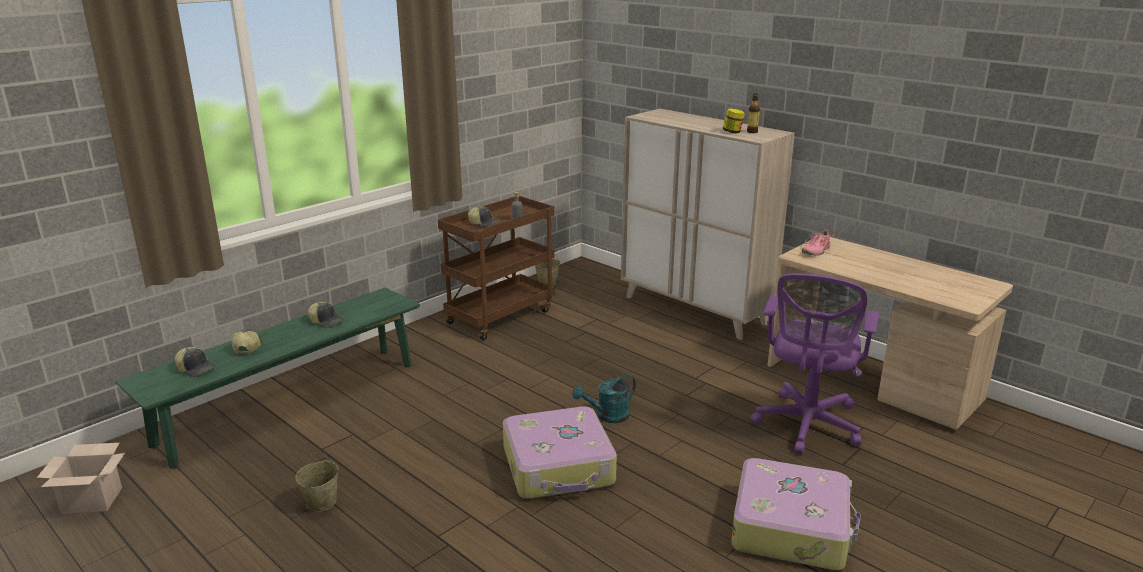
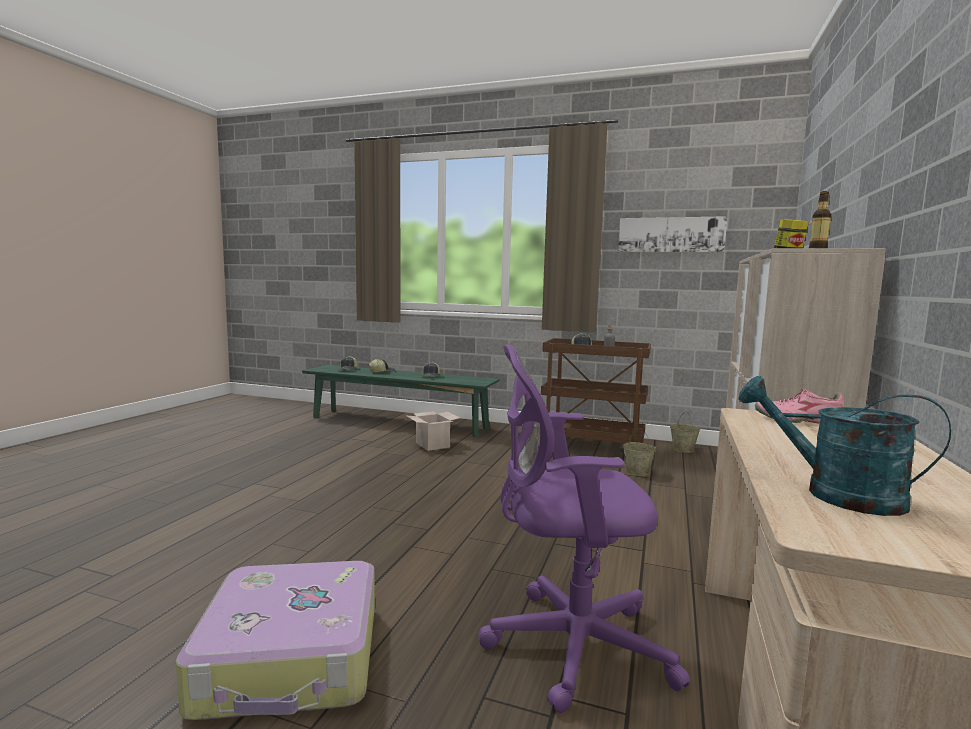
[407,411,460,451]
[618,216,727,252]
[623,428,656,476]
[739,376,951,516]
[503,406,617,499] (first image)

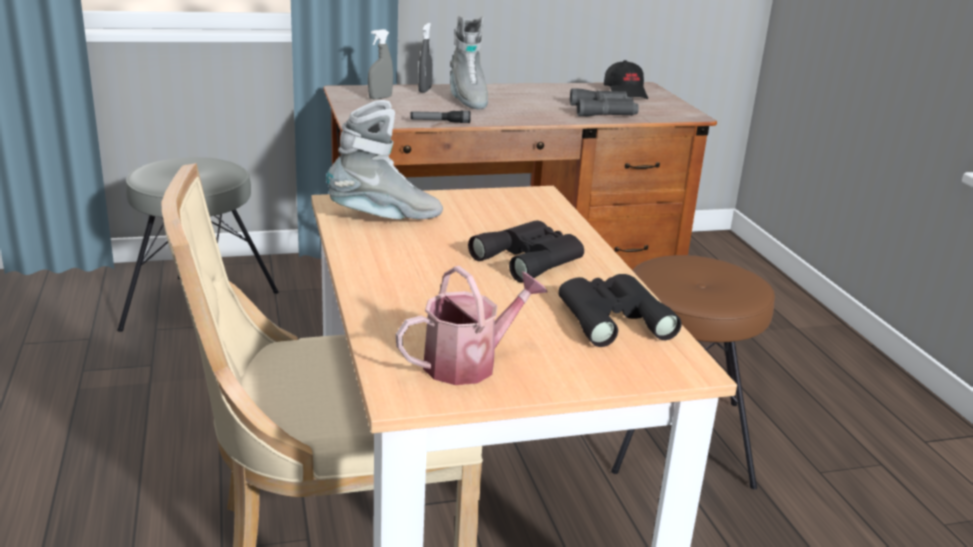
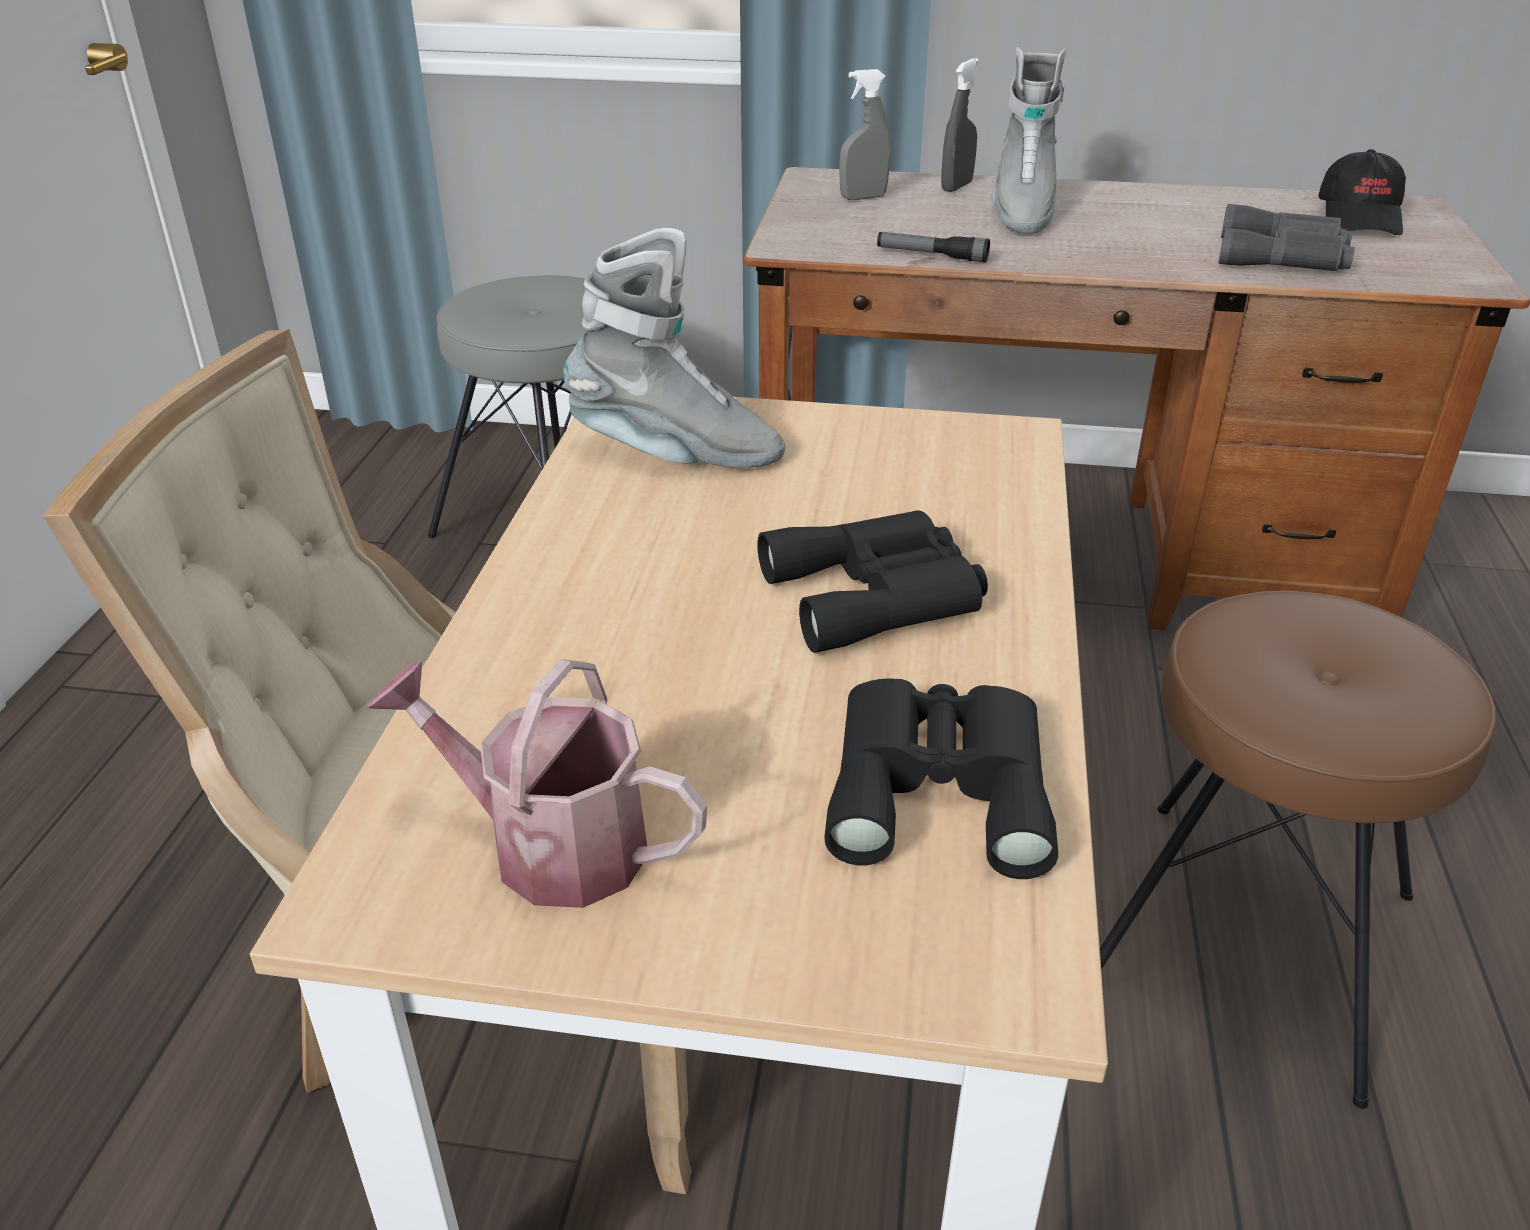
[367,659,707,908]

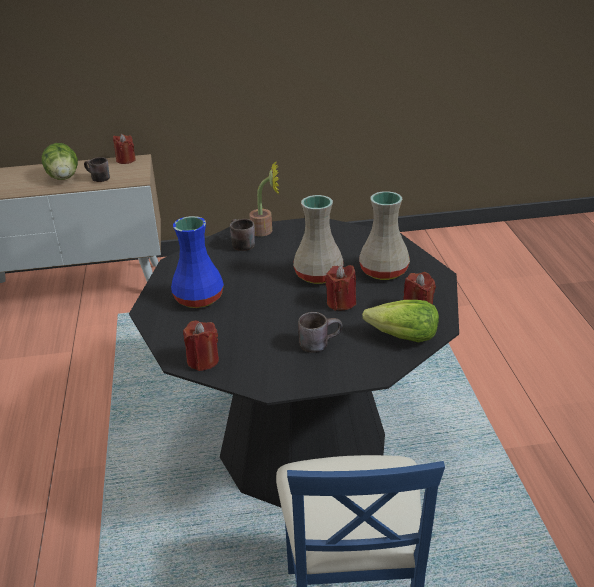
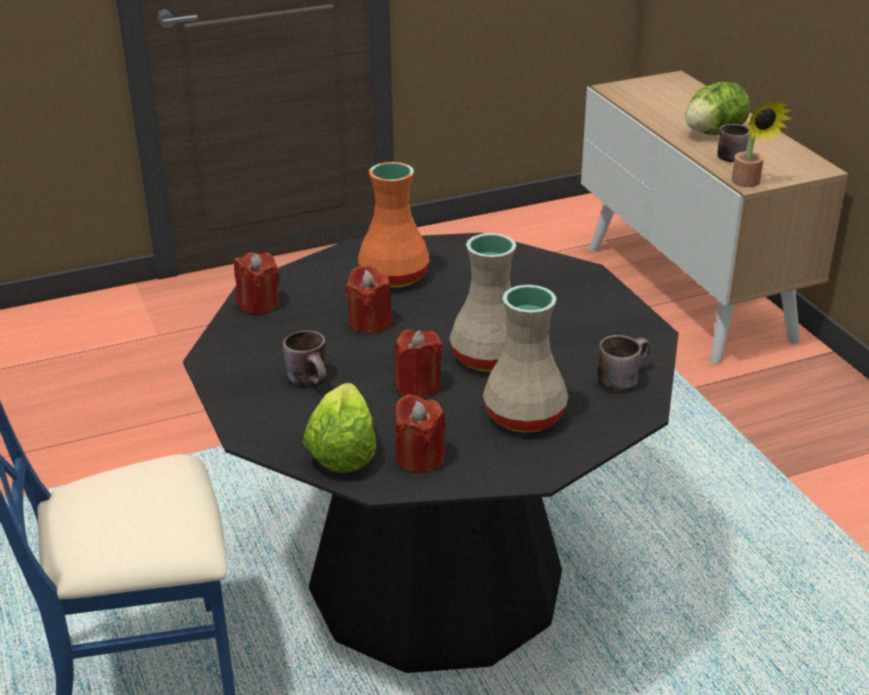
[345,265,392,334]
[358,162,430,288]
[597,335,651,392]
[732,100,791,187]

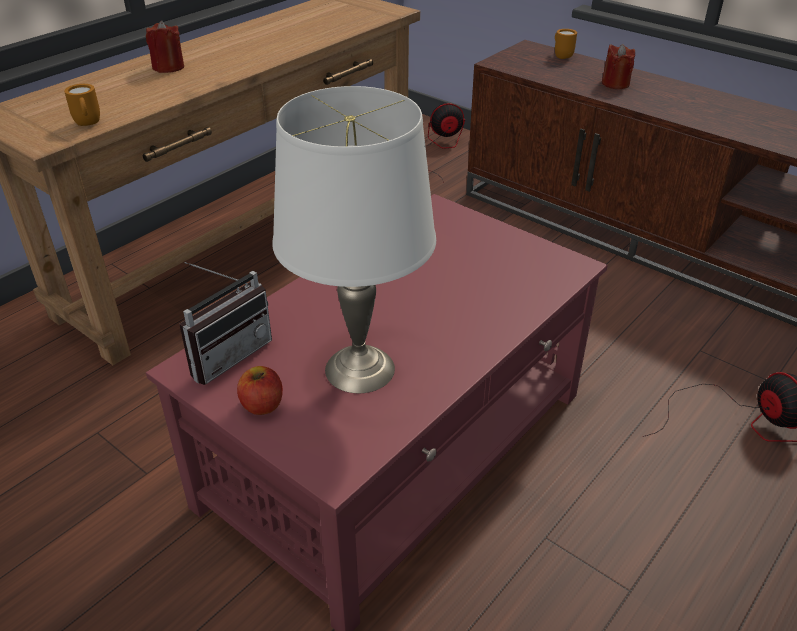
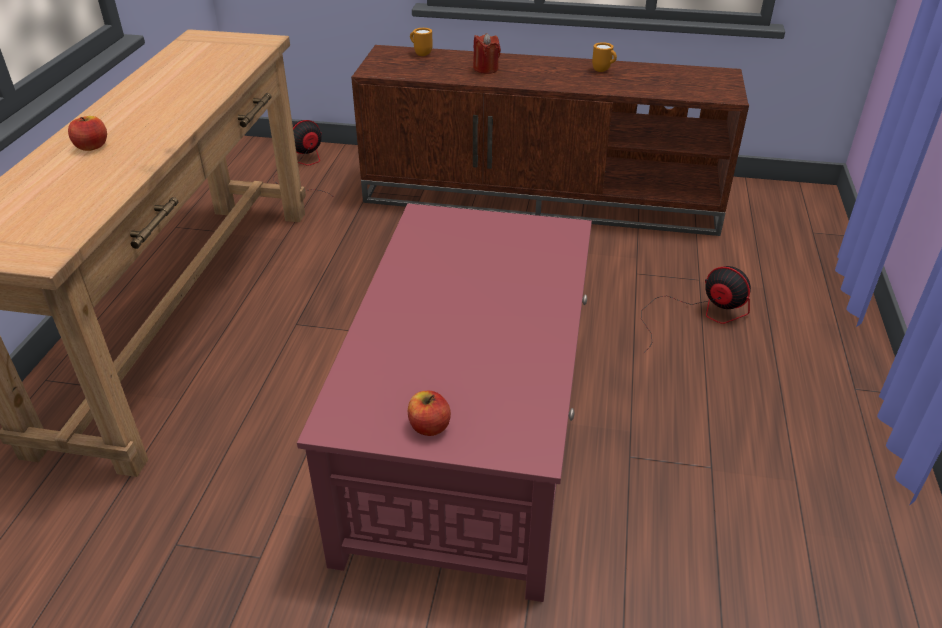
[68,116,107,151]
[592,42,617,72]
[179,262,272,385] (first image)
[272,86,436,393] (first image)

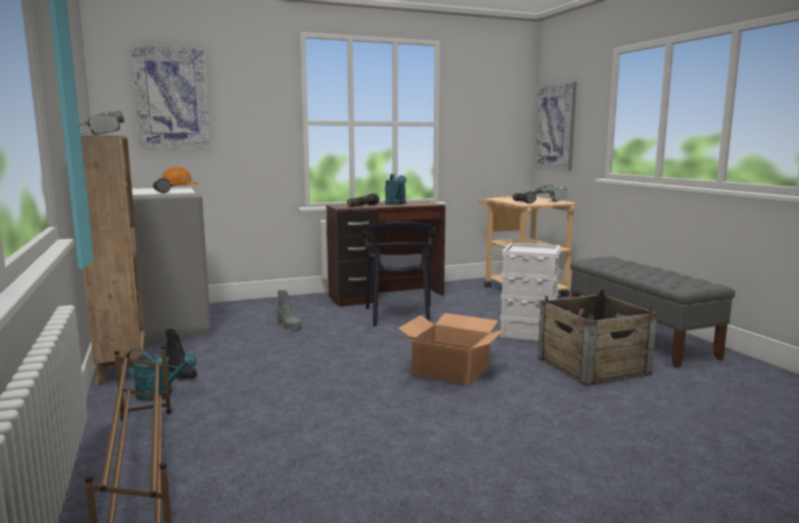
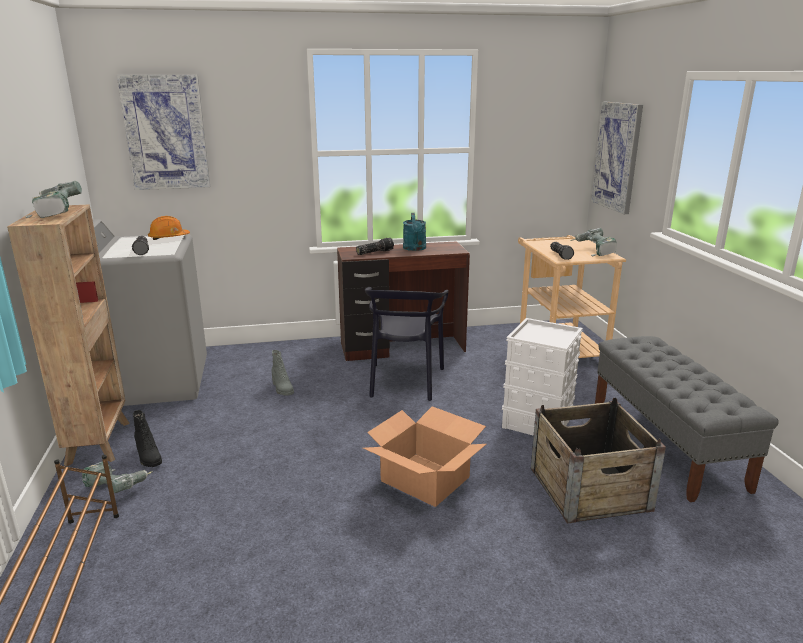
[82,461,153,493]

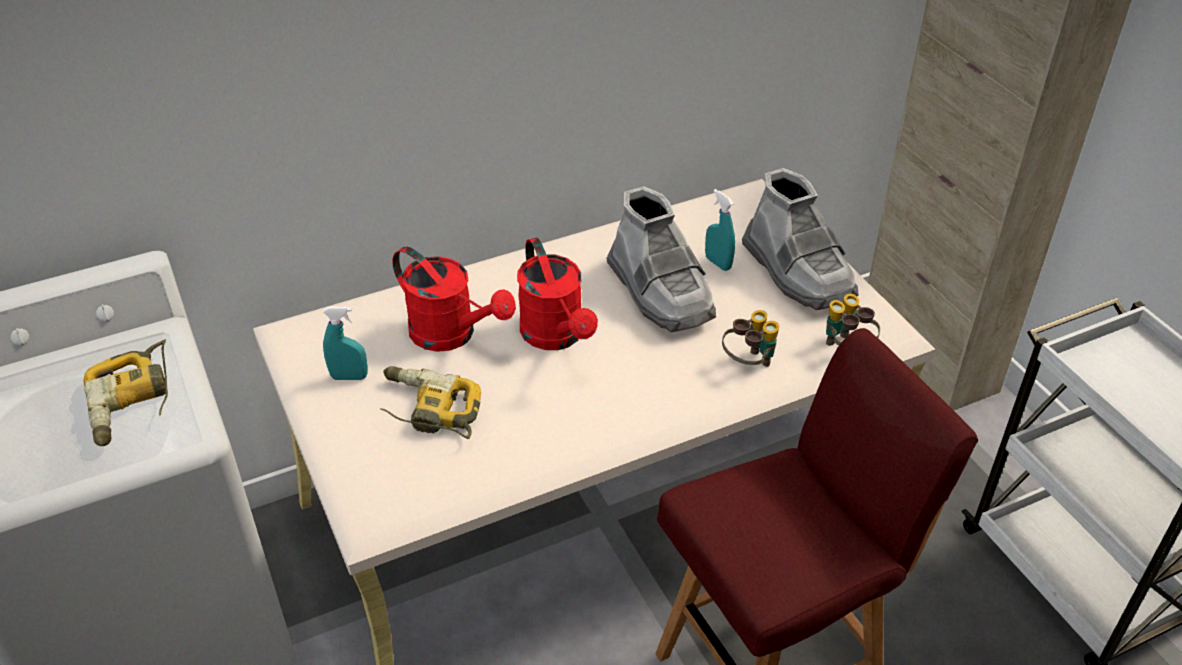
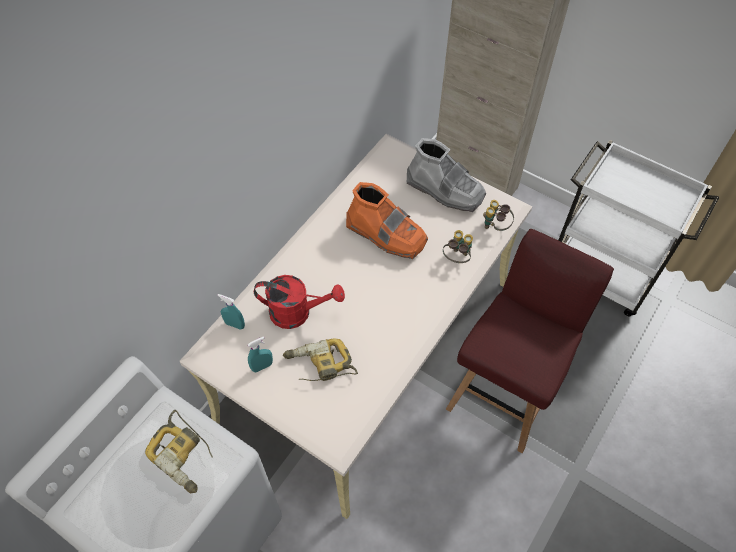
[217,294,245,330]
[346,182,428,259]
[517,238,598,350] (first image)

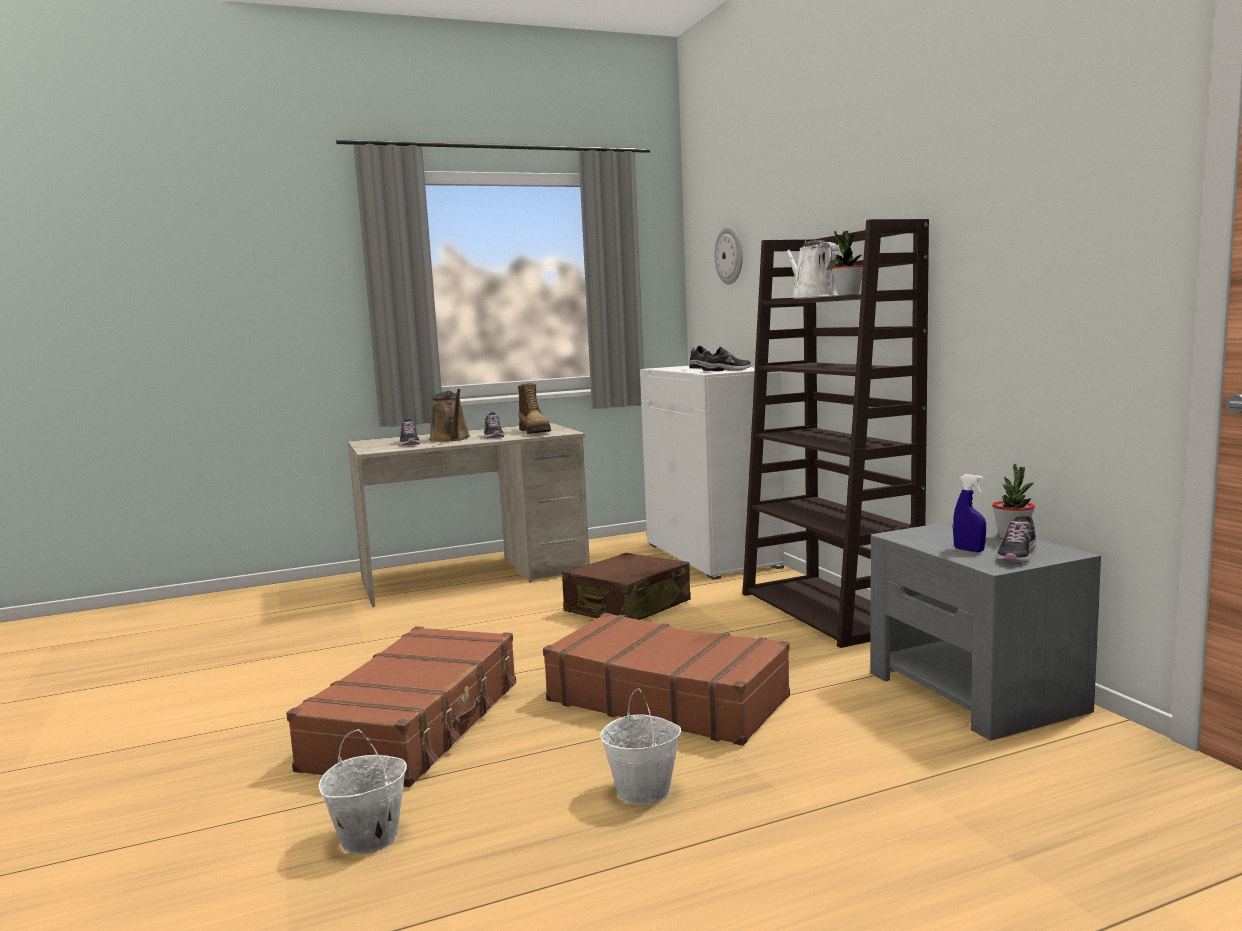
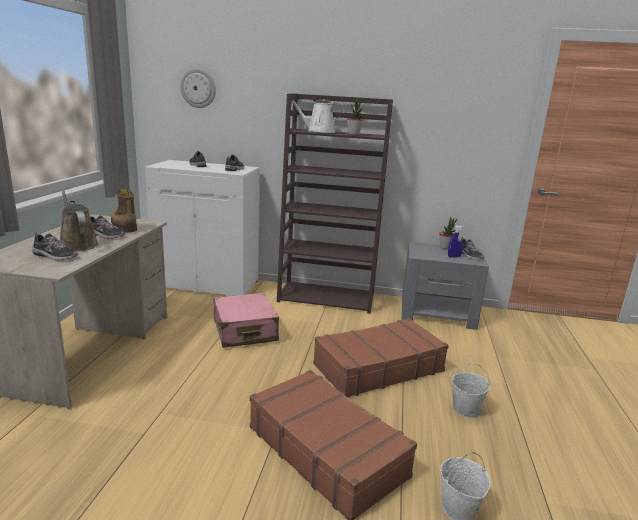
[60,190,99,251]
[111,189,137,233]
[213,293,279,348]

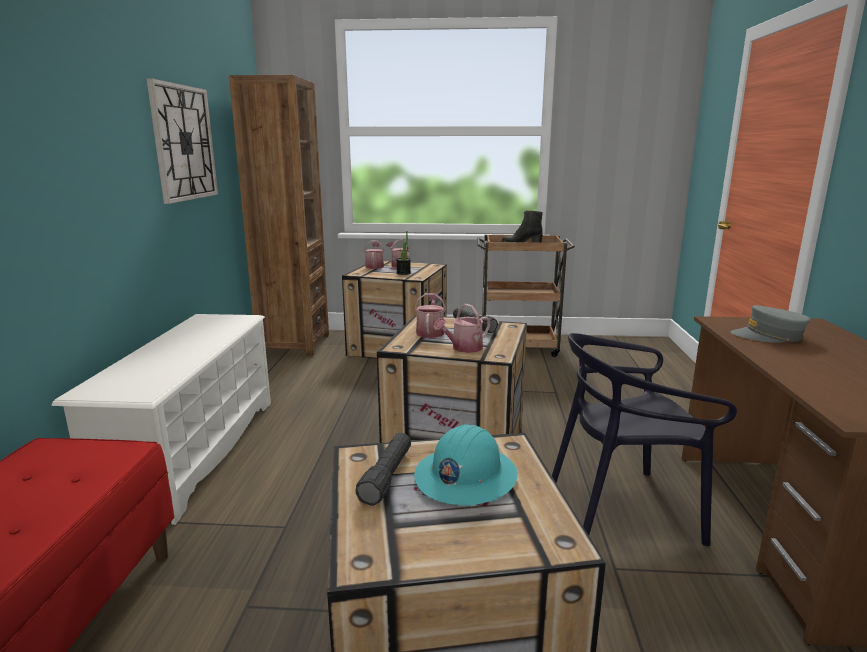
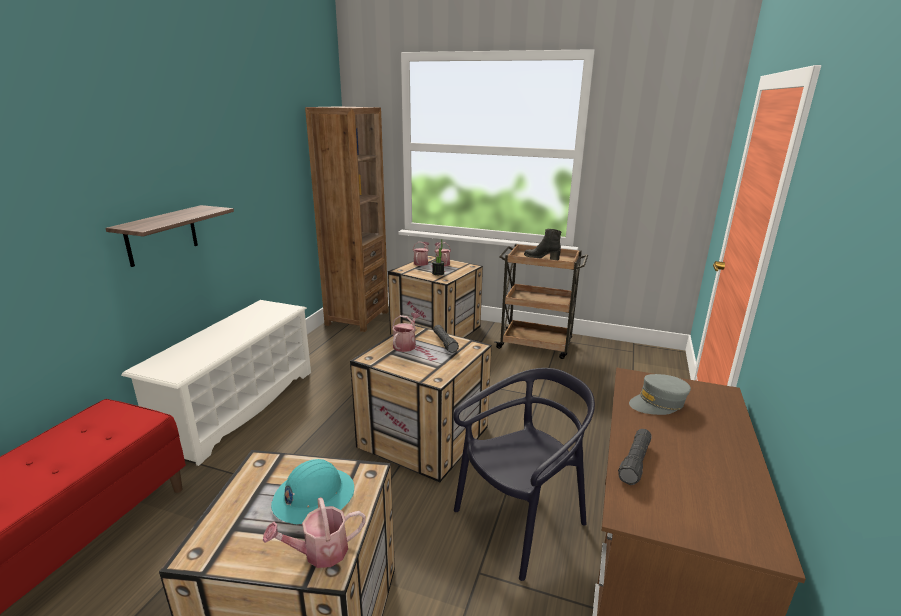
[106,205,234,267]
[263,497,366,568]
[453,368,595,581]
[618,429,652,485]
[629,374,691,415]
[146,78,218,204] (first image)

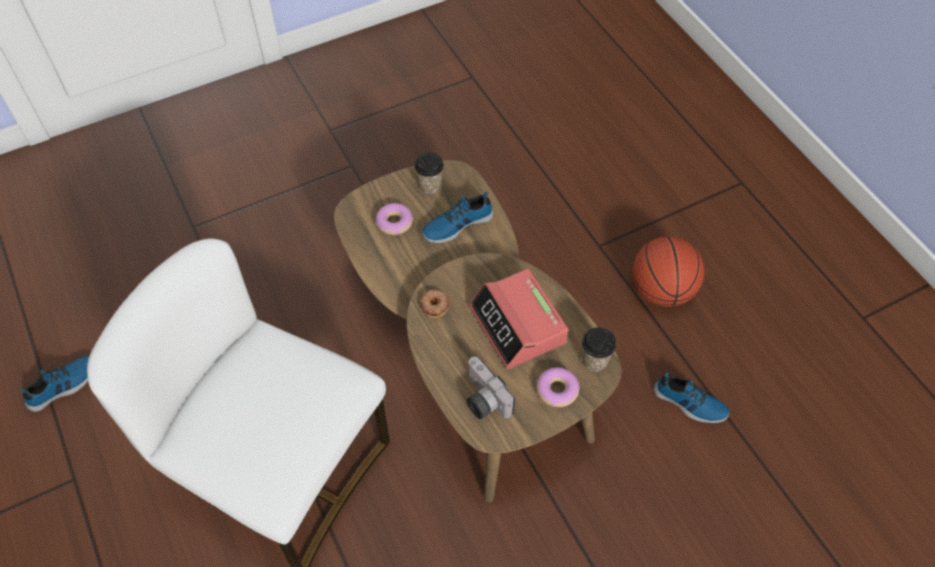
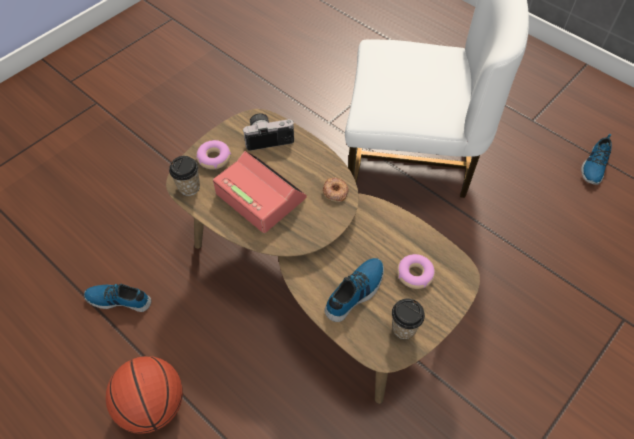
[242,113,294,151]

